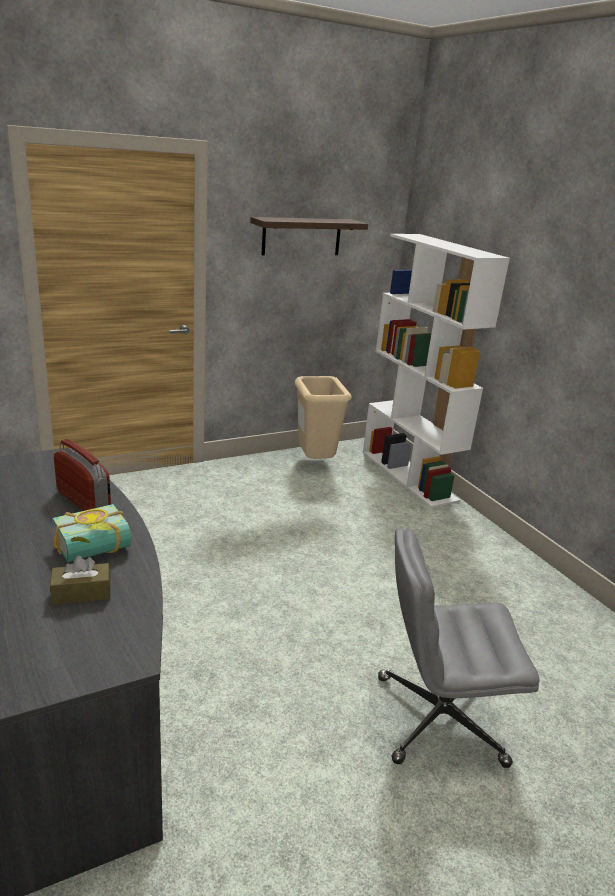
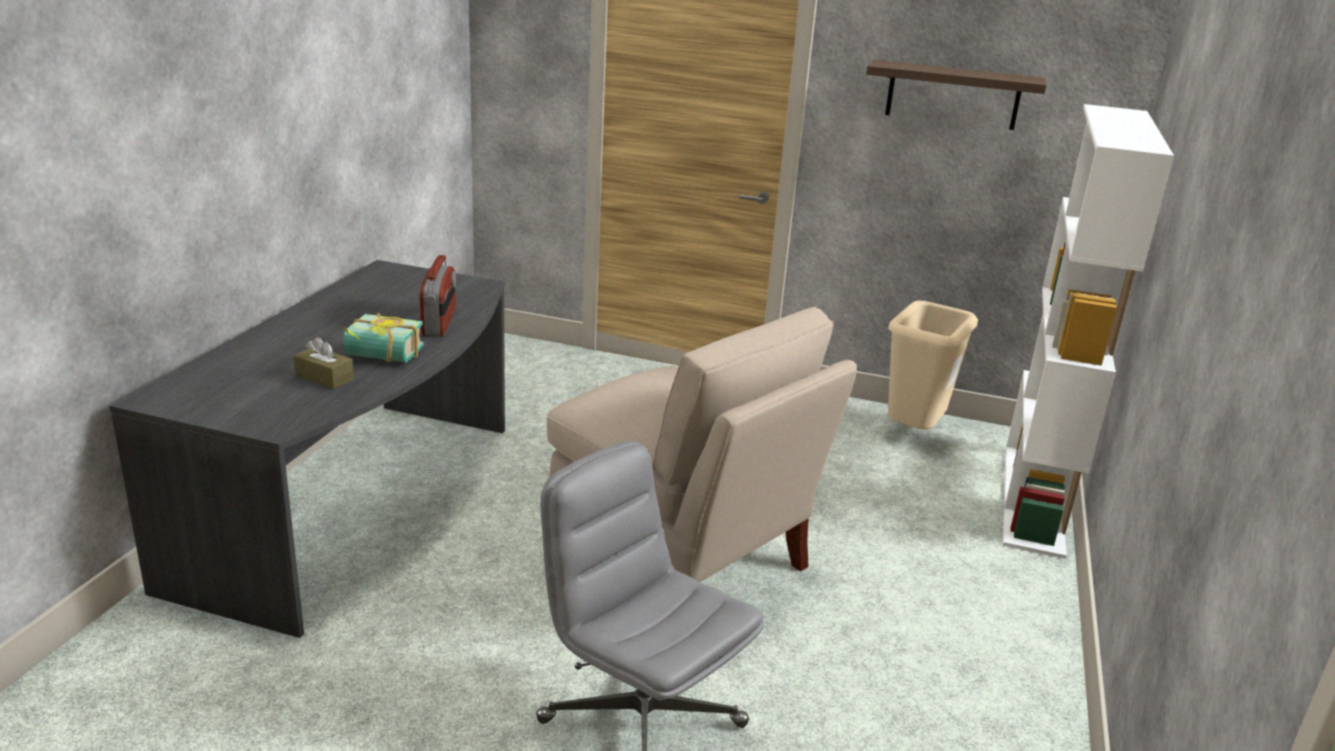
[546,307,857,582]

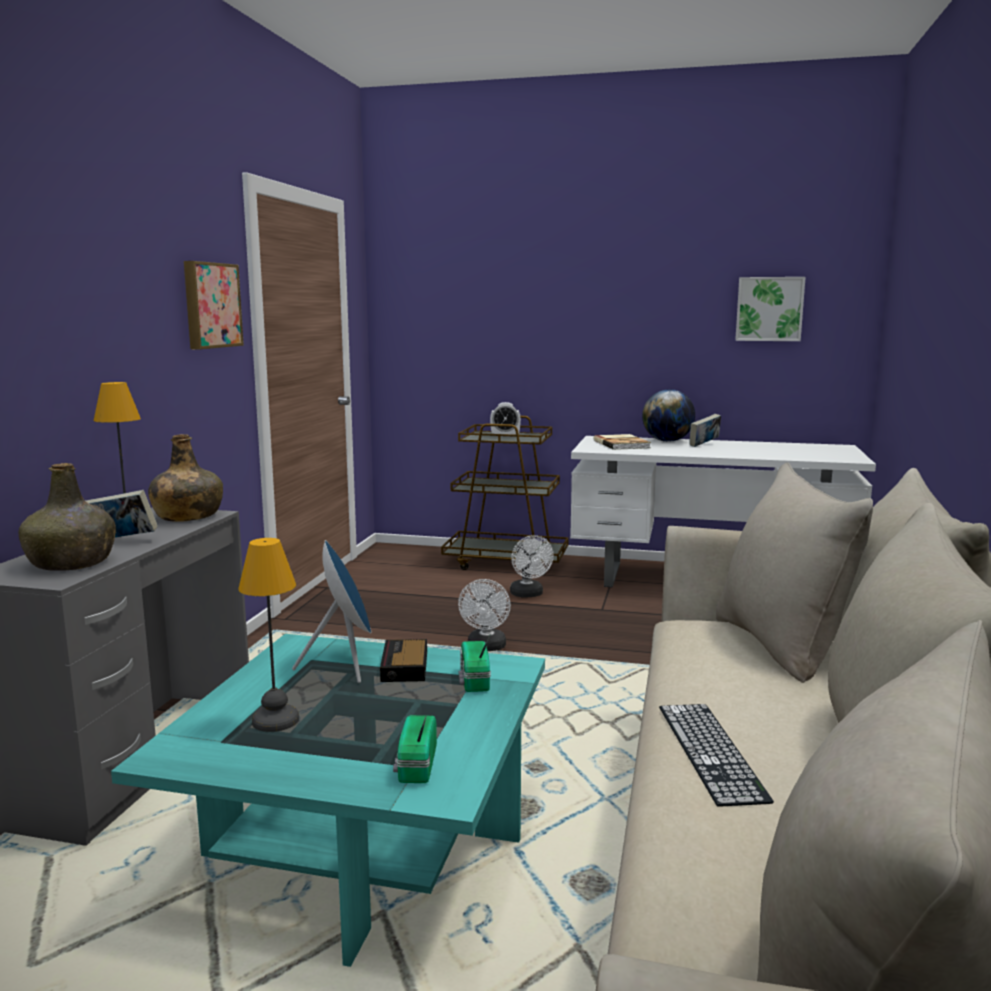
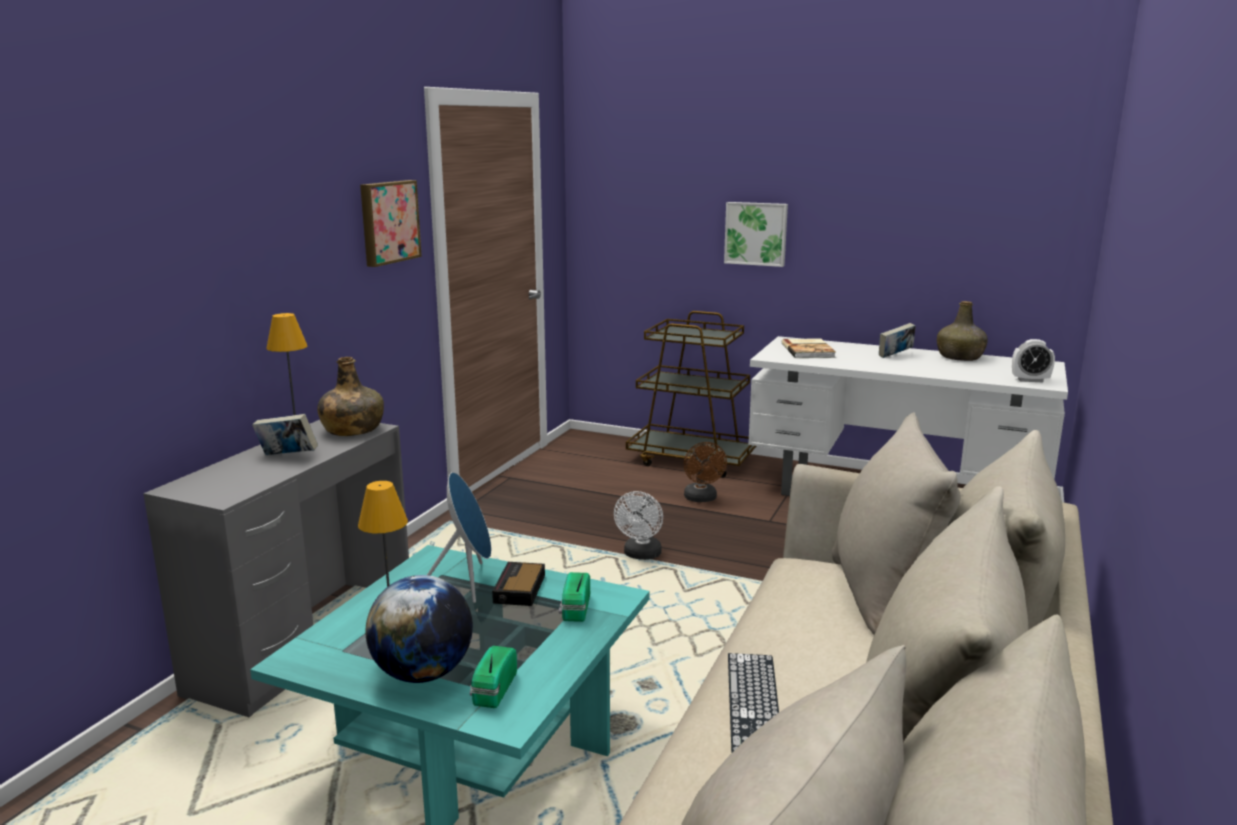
[366,575,473,683]
[684,442,727,502]
[724,202,788,267]
[937,301,988,361]
[1012,339,1055,382]

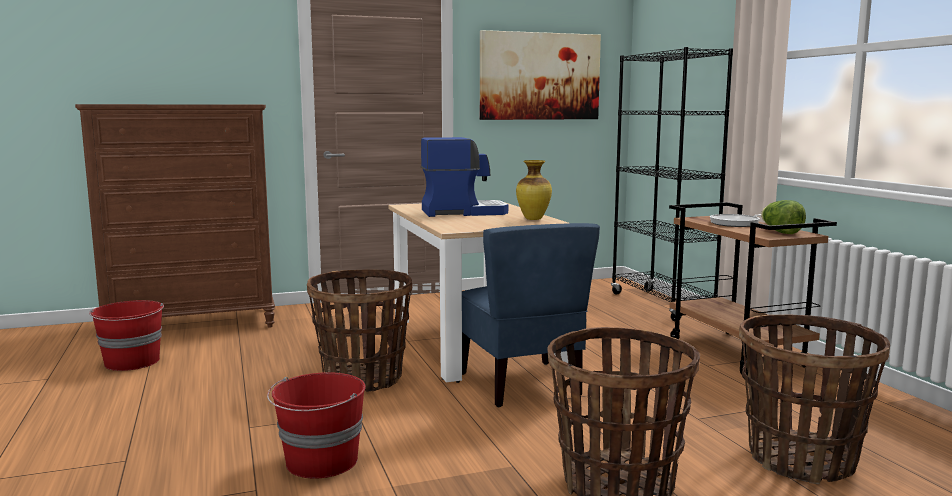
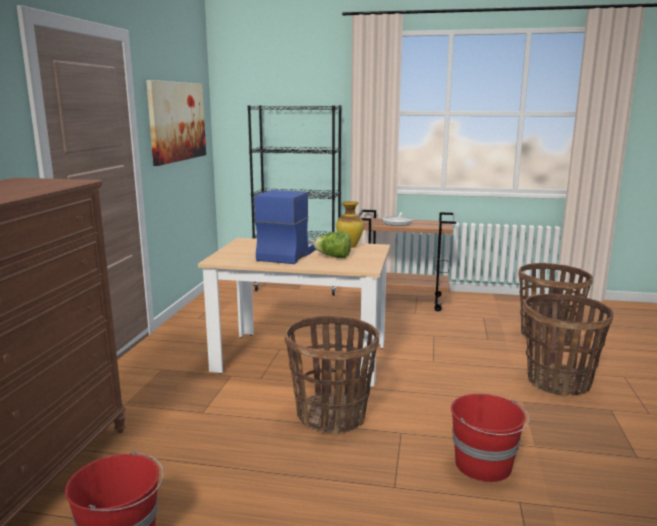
[314,231,351,258]
[462,223,600,407] (first image)

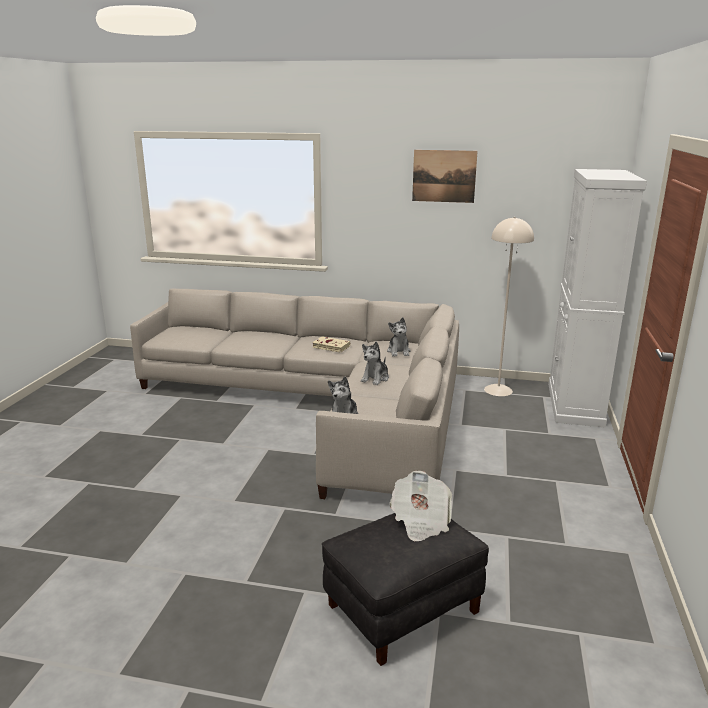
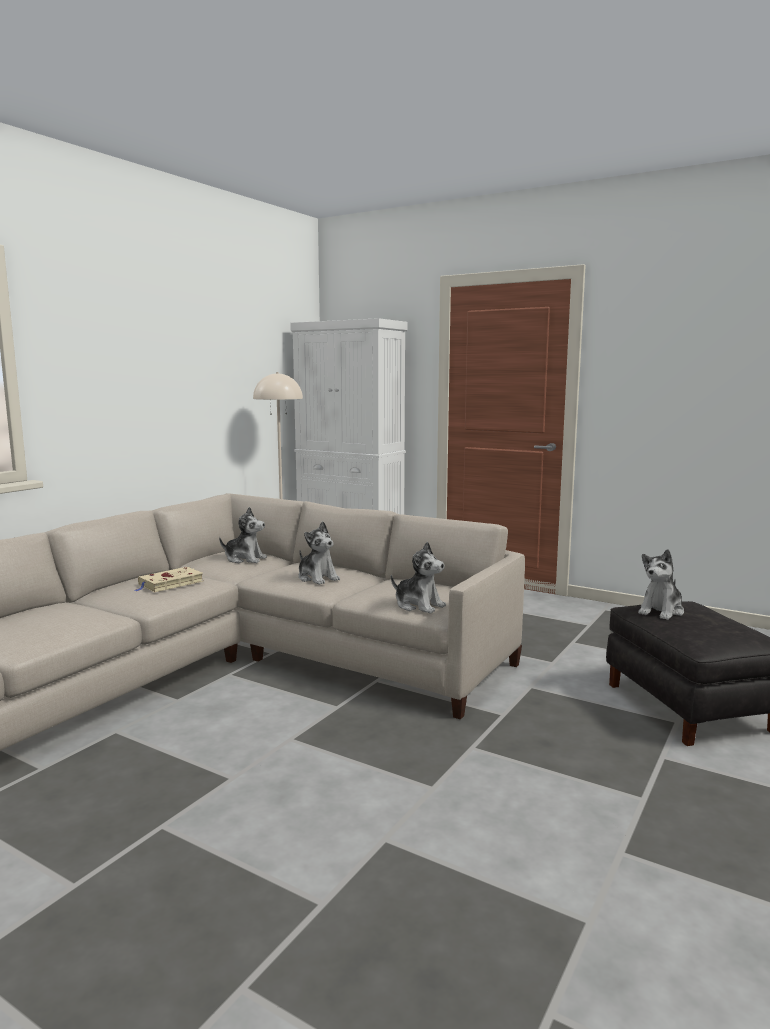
[638,549,684,620]
[412,150,478,203] (first image)

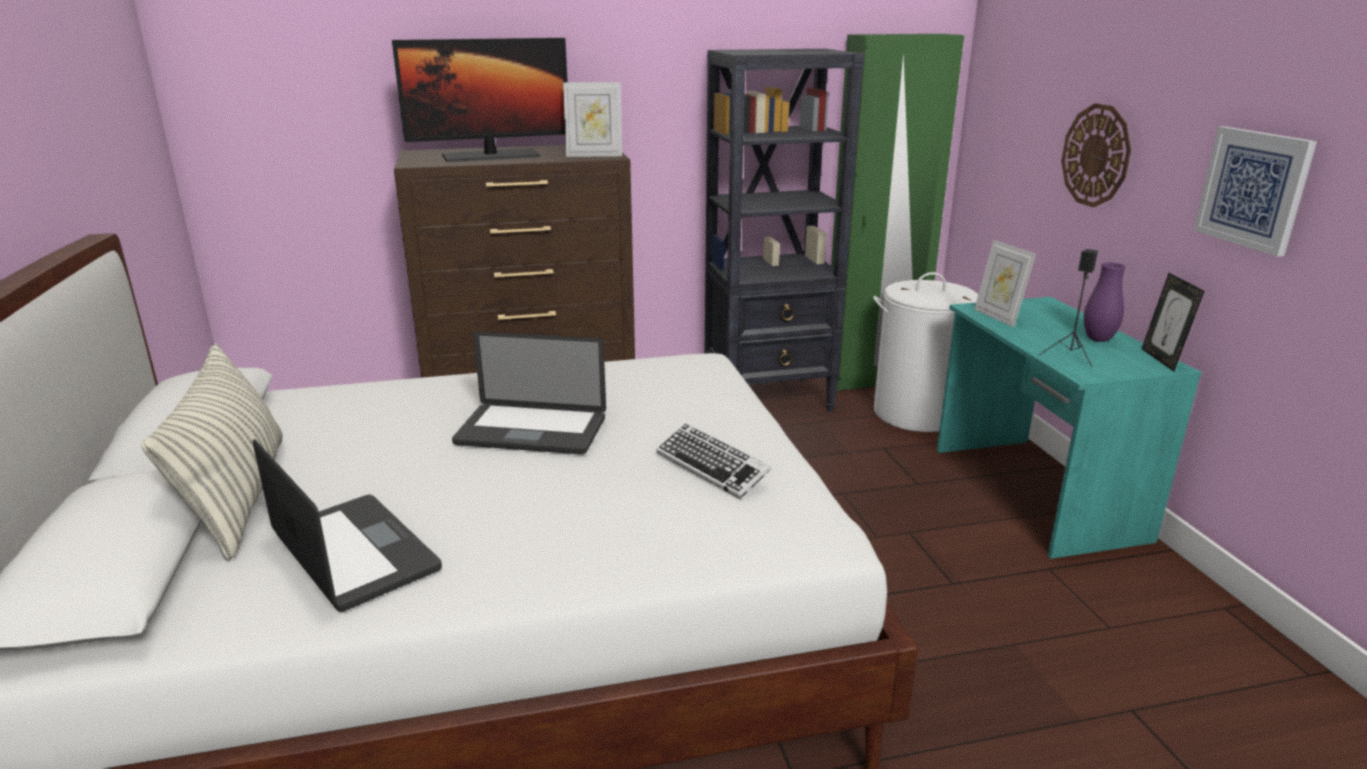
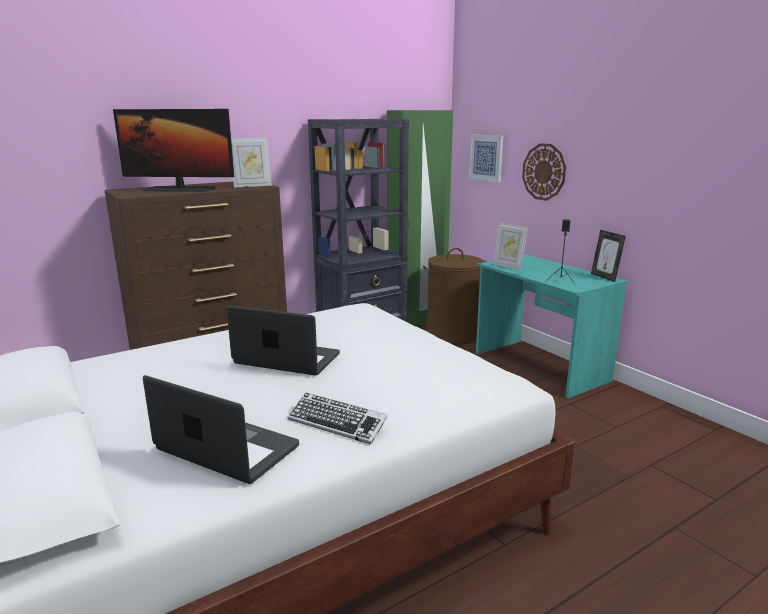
[113,109,234,192]
[226,306,340,376]
[288,393,388,445]
[423,248,487,345]
[468,135,503,182]
[141,343,283,561] (first image)
[1083,262,1125,342] (first image)

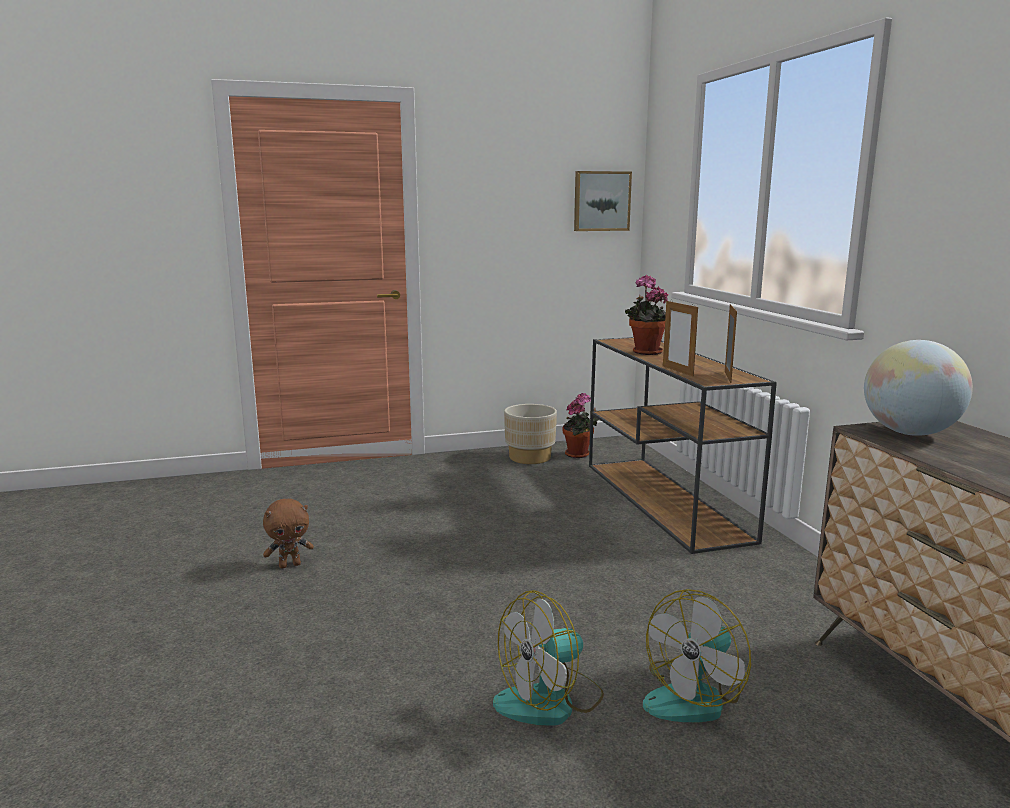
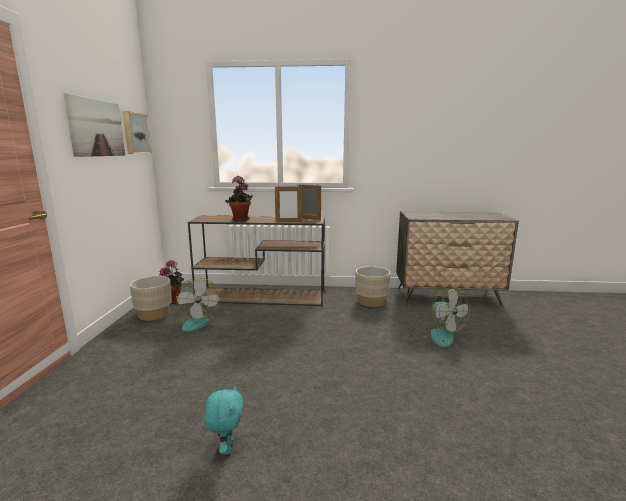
[64,93,125,157]
[173,278,220,332]
[204,386,244,455]
[355,266,390,307]
[864,340,973,436] (first image)

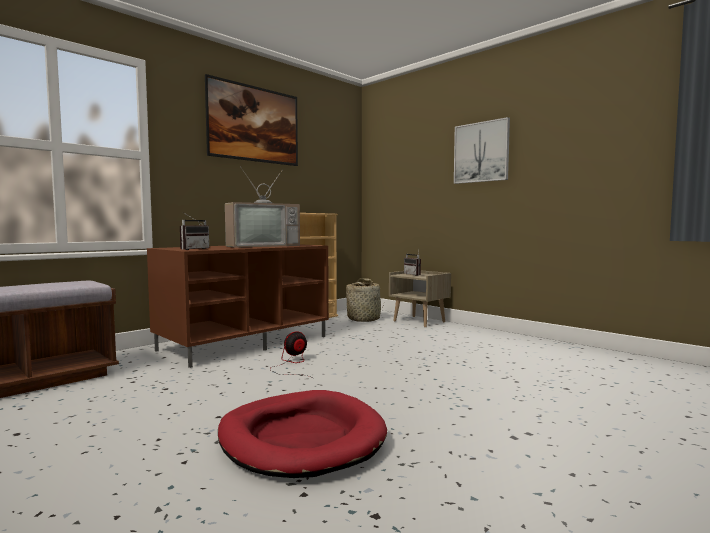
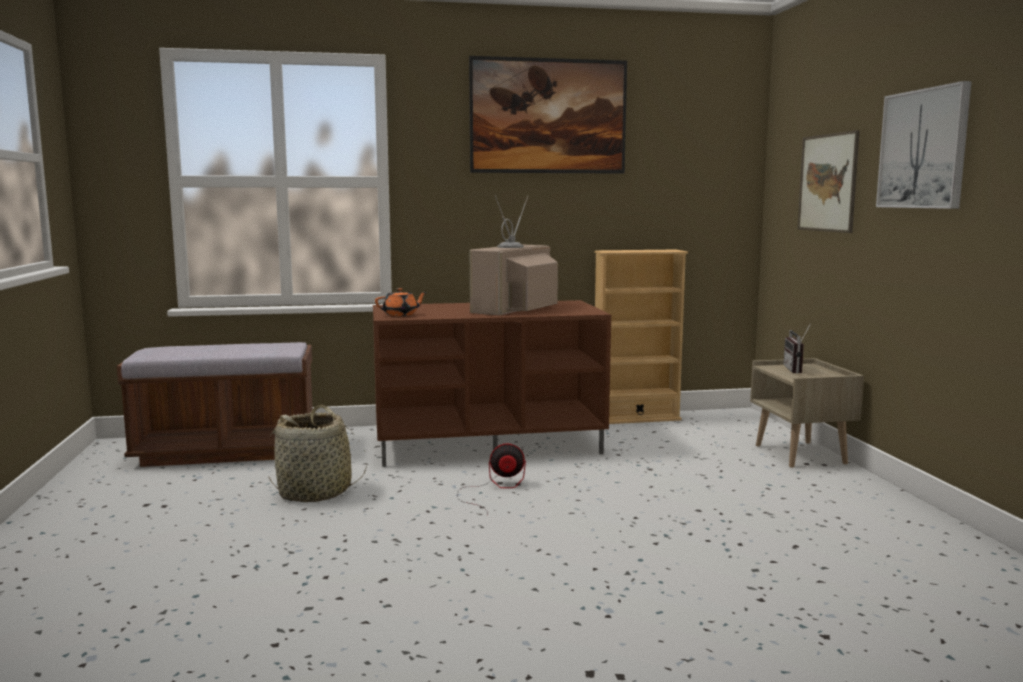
[268,405,367,502]
[375,288,427,316]
[470,195,558,316]
[797,130,860,233]
[218,390,387,478] (first image)

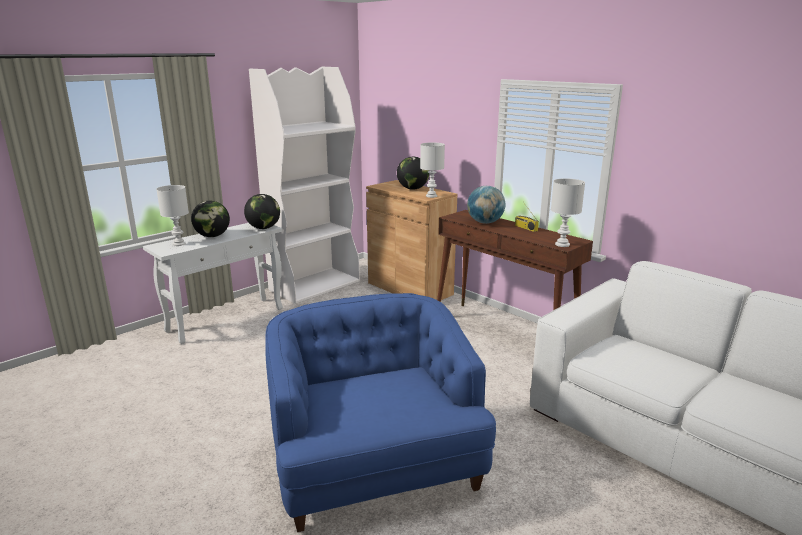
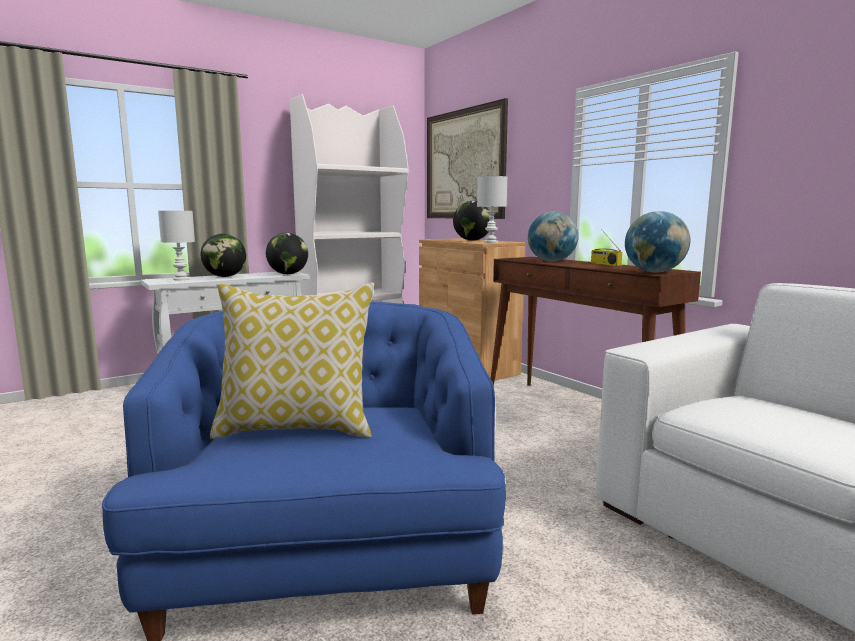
[210,283,374,439]
[427,98,508,219]
[625,211,690,272]

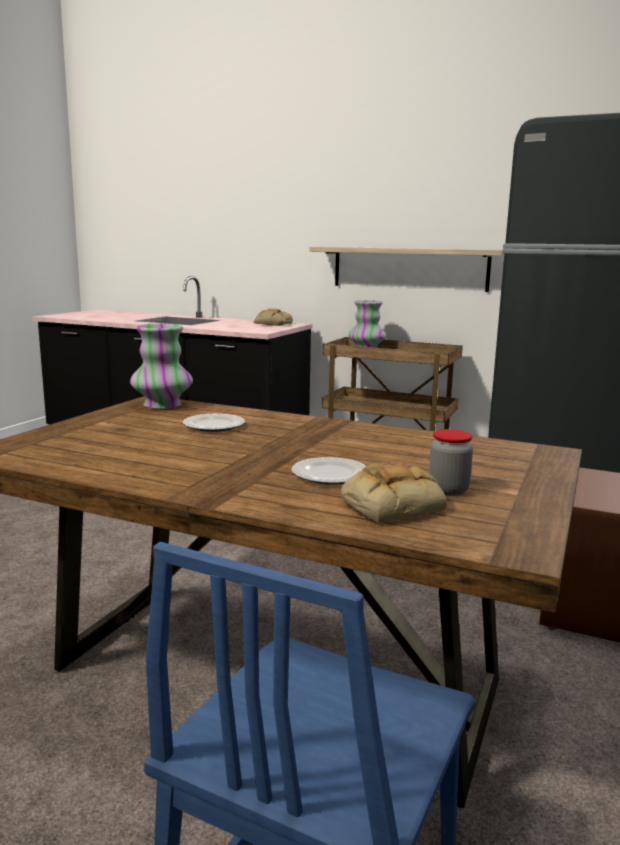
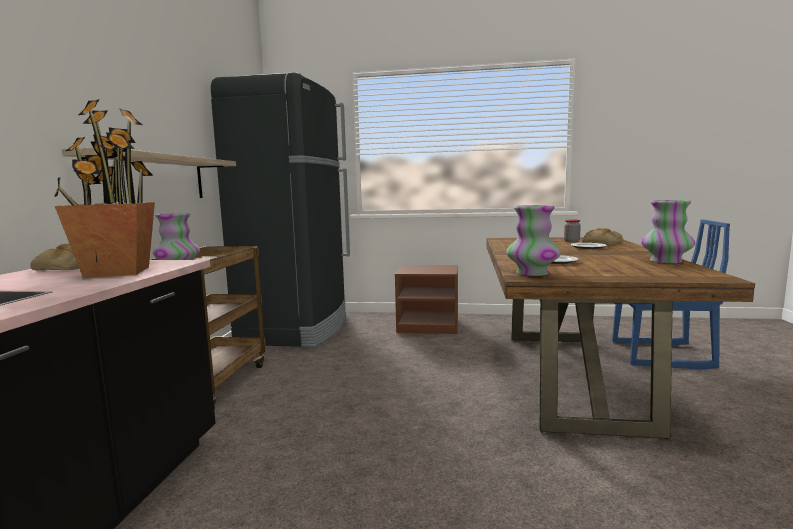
[54,99,155,278]
[641,200,695,263]

